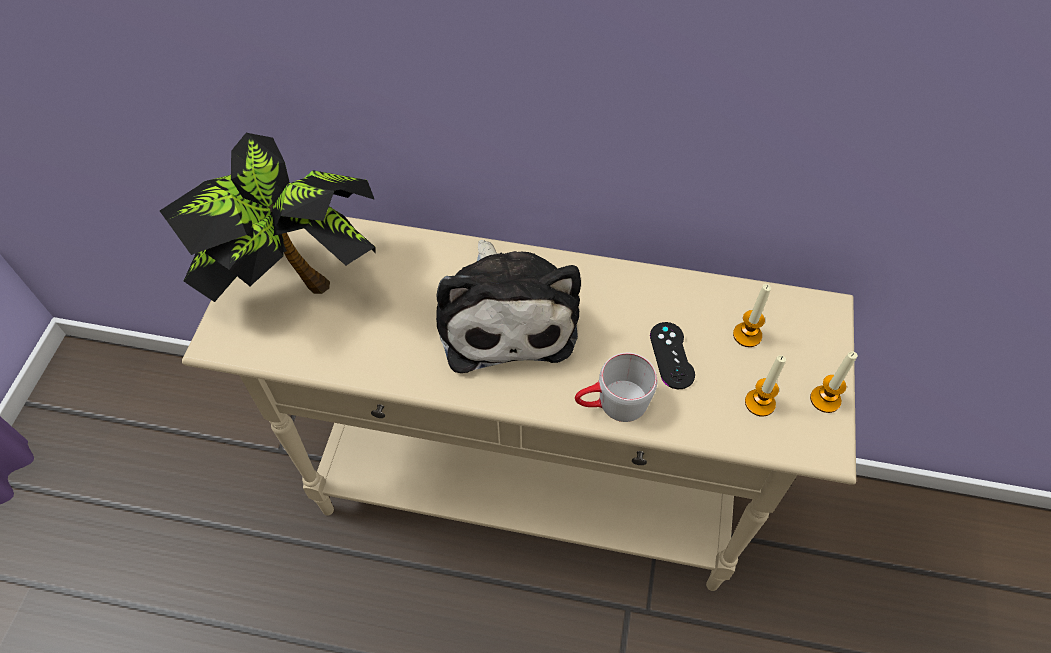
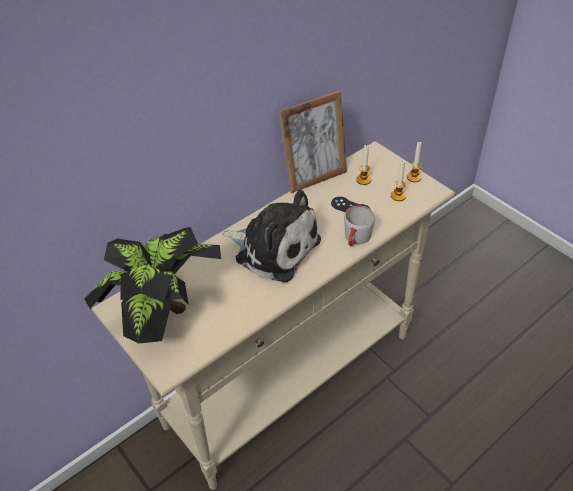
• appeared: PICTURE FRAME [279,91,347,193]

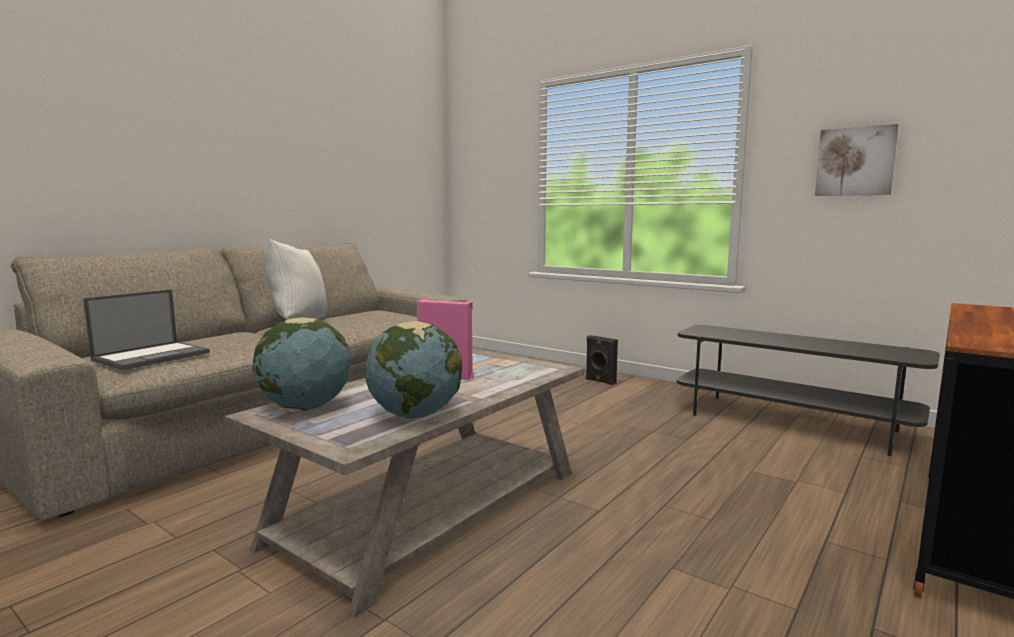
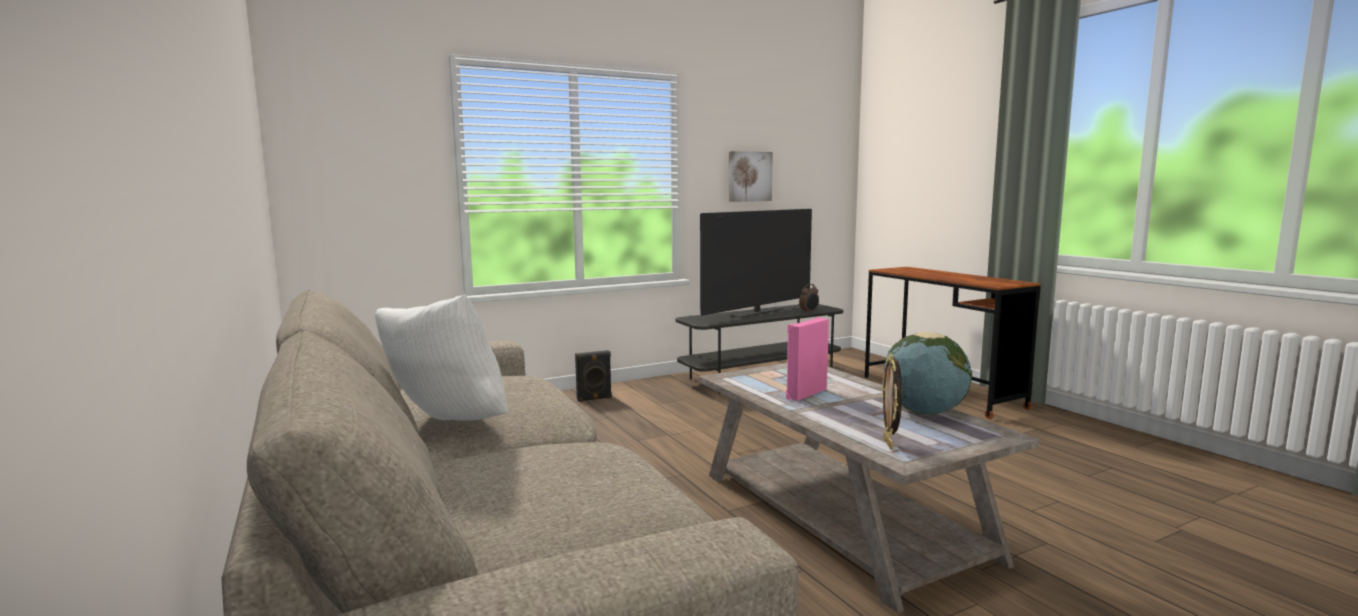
• missing: LAPTOP [83,289,210,370]
• appeared: TELEVISION [700,209,812,318]
• appeared: ALARM CLOCK [799,284,819,314]
• exchanged: GLOBE [252,317,350,411] to PICTURE FRAME [882,354,902,450]

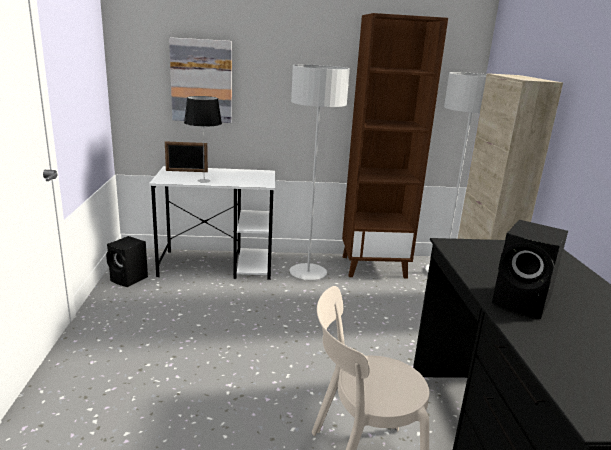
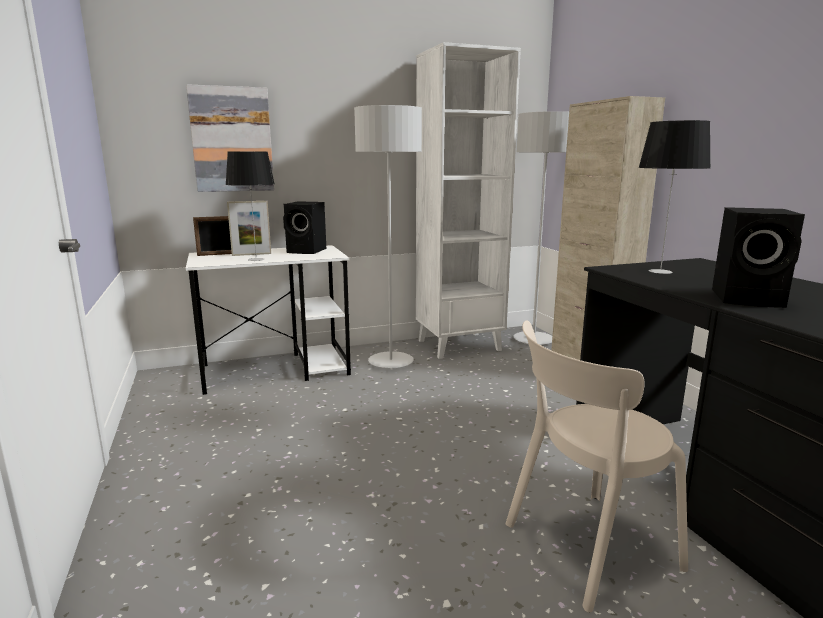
• appeared: PICTURE FRAME [227,201,271,256]
• appeared: TABLE LAMP [638,120,711,274]
• relocated: BLACK SPEAKER [106,236,148,287] to [283,201,326,254]
• colour: BROWN BOOKCASE [342,13,448,279] to WHITE BOOKCASE [416,42,521,359]

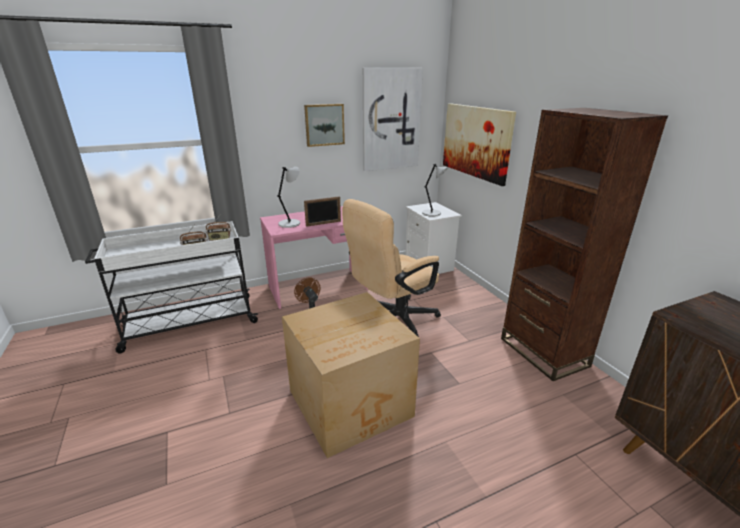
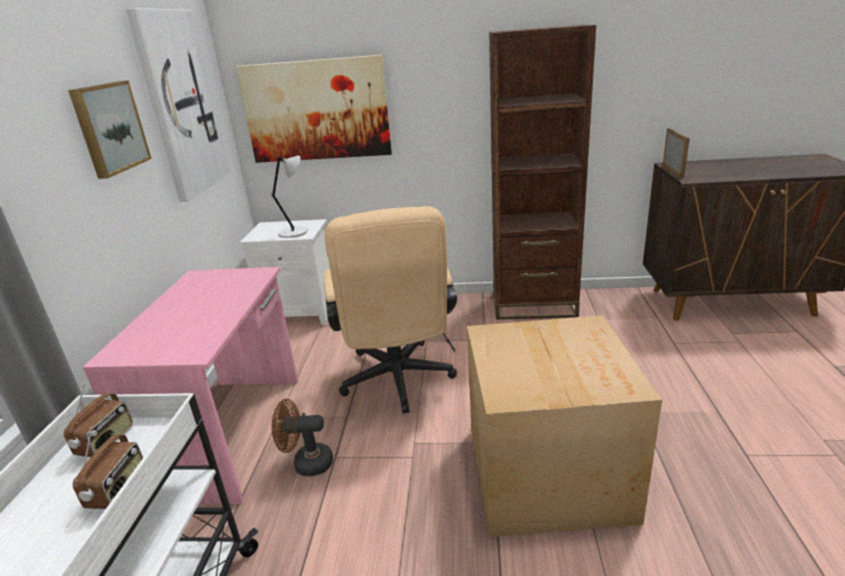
• missing: GREY TABLE LAMP [277,167,300,228]
• relocated: PICTURE FRAME [304,196,341,227] to [663,128,689,179]

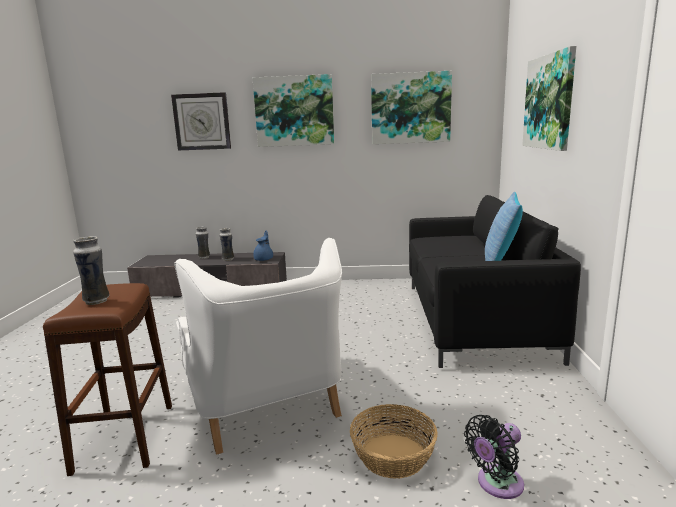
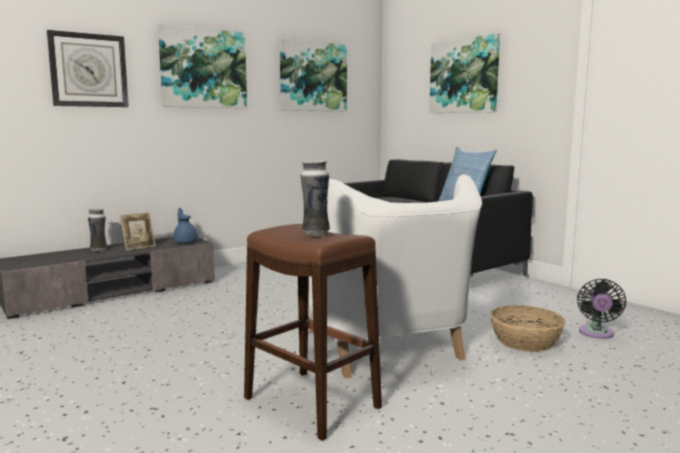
• exchanged: VASE [220,228,234,261] to PICTURE FRAME [120,212,156,251]
• spun: WHITE ARMCHAIR [174,238,342,455] = [296,174,482,378] 45 degrees clockwise

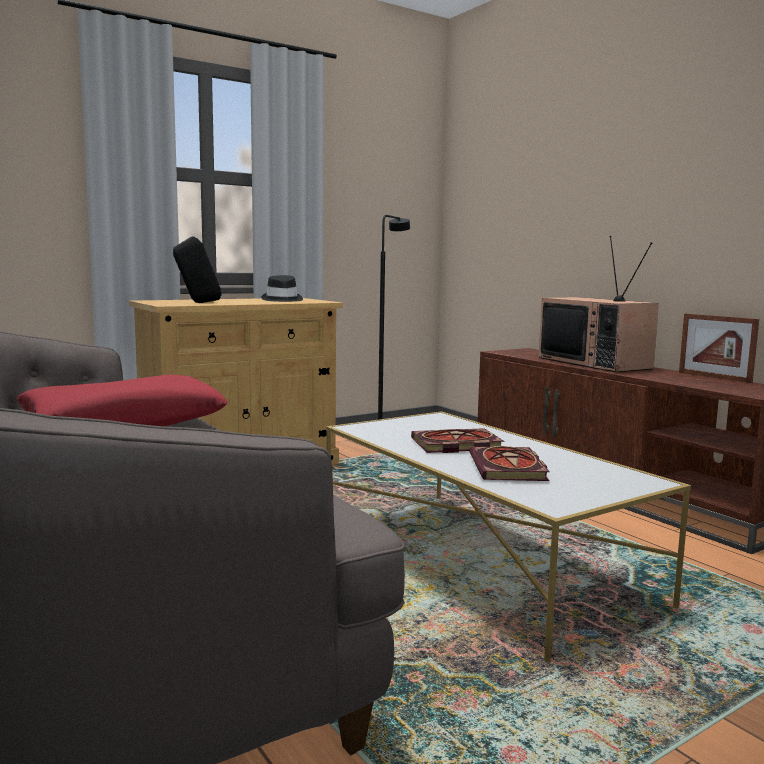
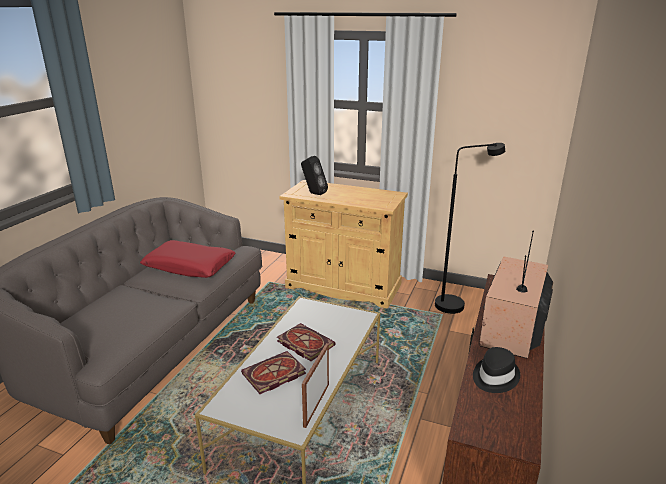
• relocated: BLACK HAT [261,275,303,302] to [473,347,520,393]
• relocated: PICTURE FRAME [679,314,759,383] to [302,343,329,428]

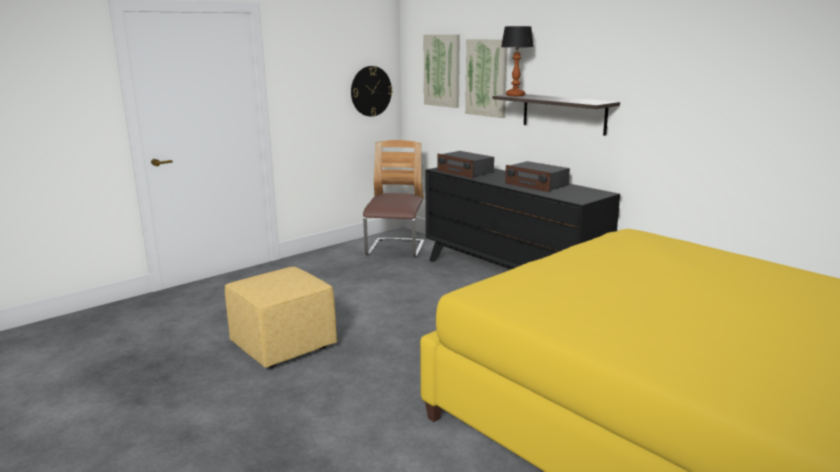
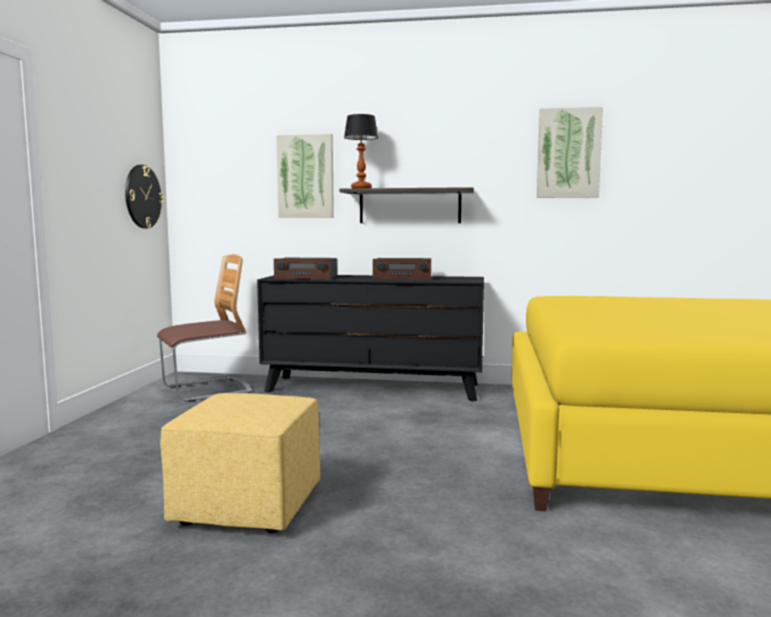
• relocated: PICTURE [424,35,460,108] to [537,107,603,198]
• spun: CHAIR [363,140,424,258] = [157,254,252,402] 90 degrees clockwise

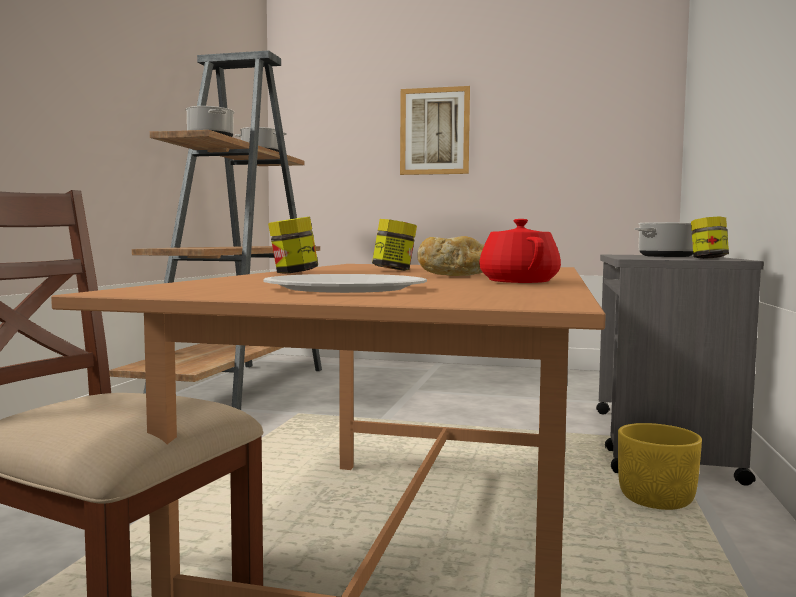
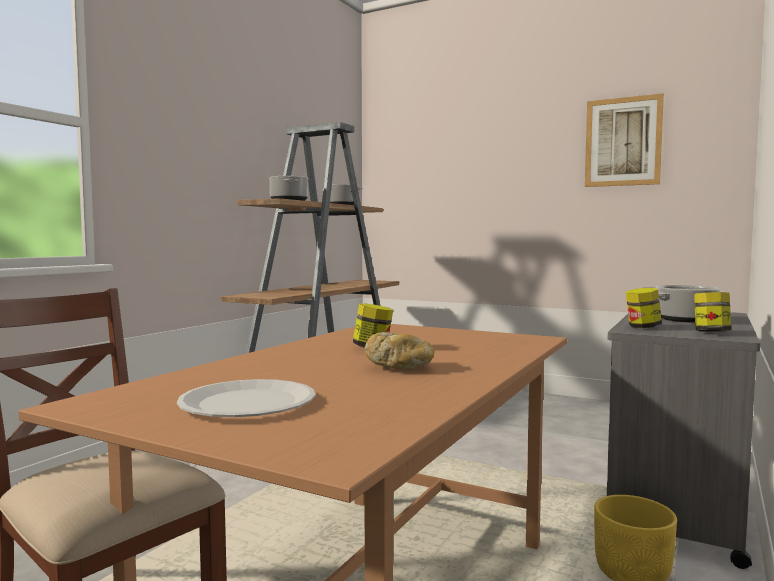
• missing: RED TEAPOT [479,219,561,283]
• relocated: JAR [268,217,318,273] to [626,288,662,328]
• relocated: PICTURE [400,86,470,175] to [585,93,664,187]

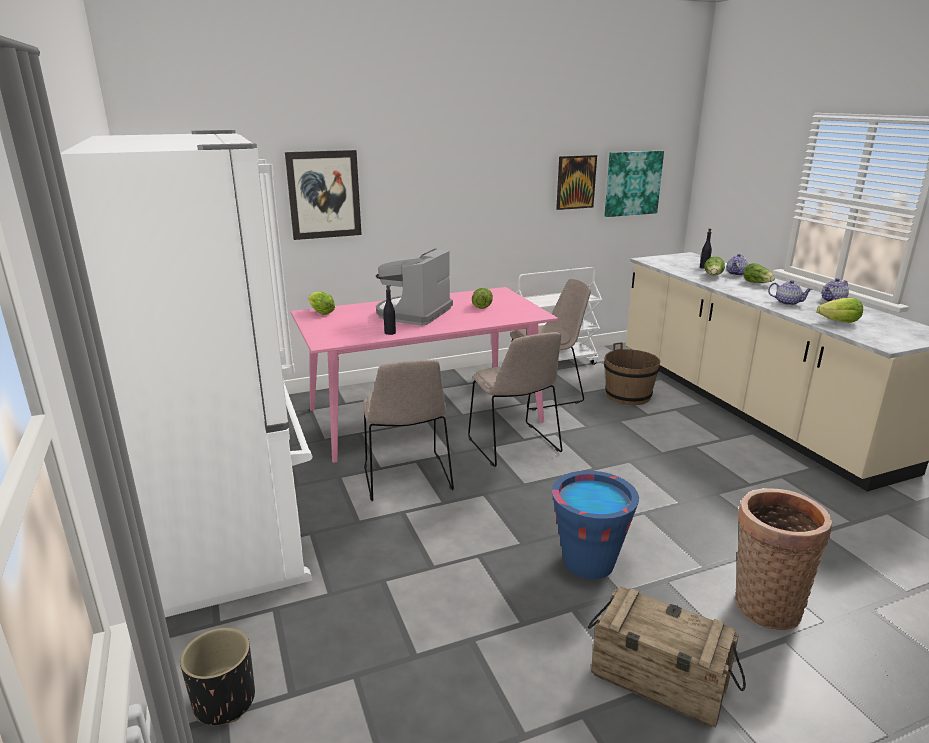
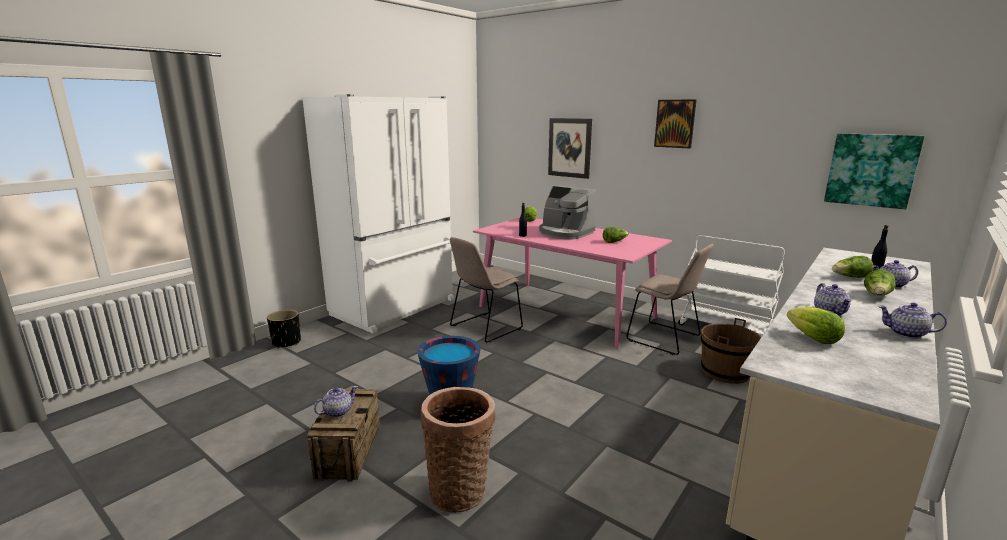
• missing: BEIGE CHAIR [468,332,562,467]
• appeared: TEAPOT [314,386,358,418]
• relocated: PICTURE [556,155,597,210] to [654,100,697,148]
• spun: COFFEE MACHINE [376,248,453,326] = [539,186,596,240] 135 degrees counterclockwise

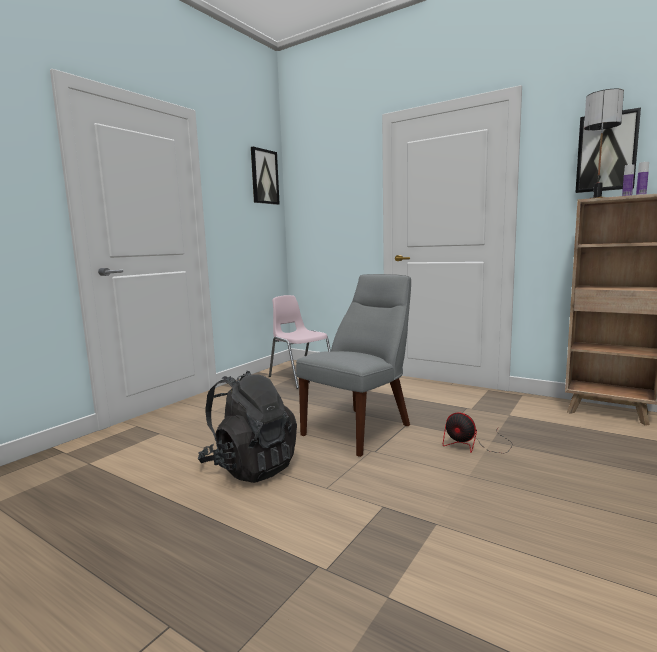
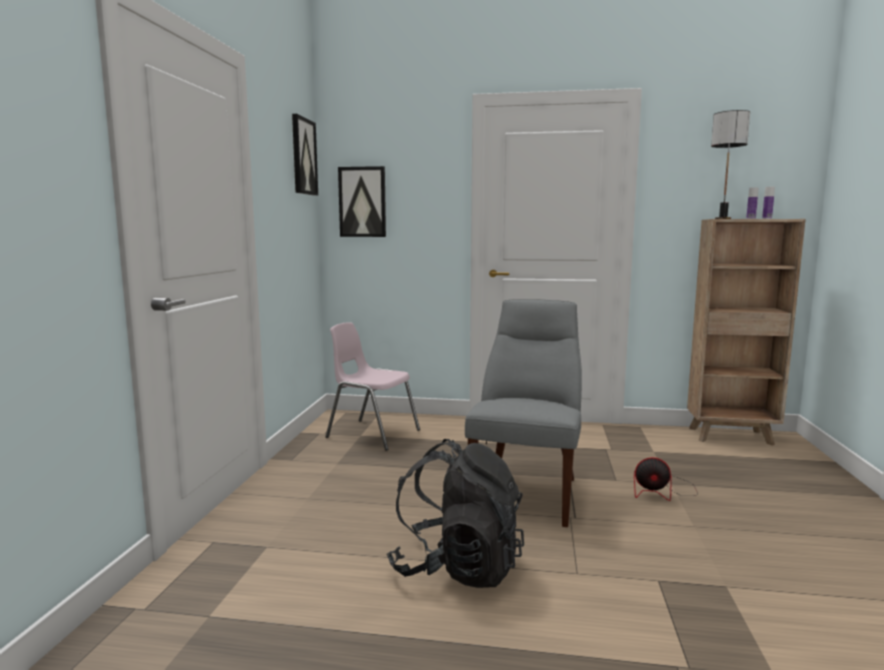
• relocated: PICTURE [575,107,641,193] to [338,166,386,237]

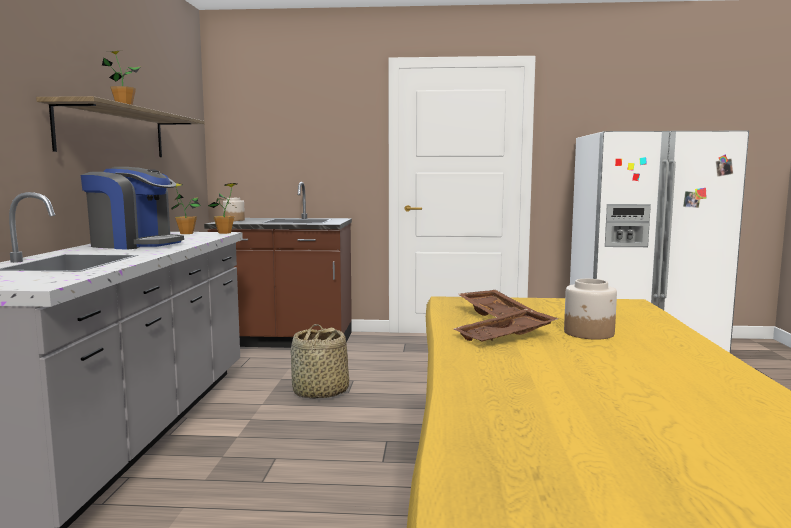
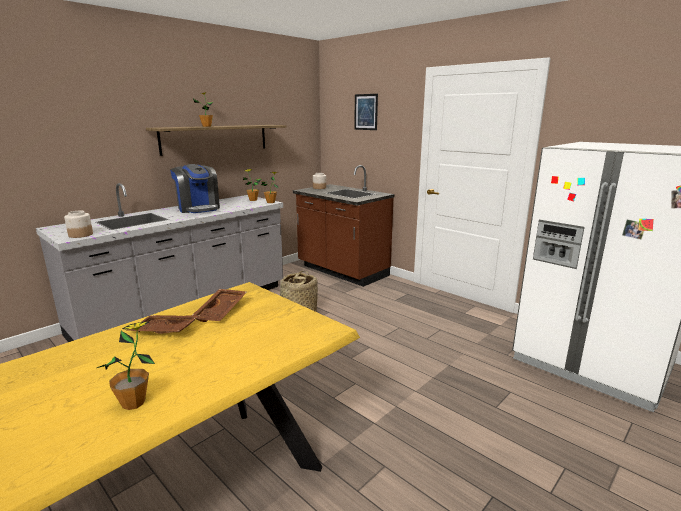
• appeared: POTTED PLANT [97,321,155,410]
• appeared: PICTURE [354,94,378,130]
• relocated: JAR [564,279,617,340] to [64,211,93,238]

